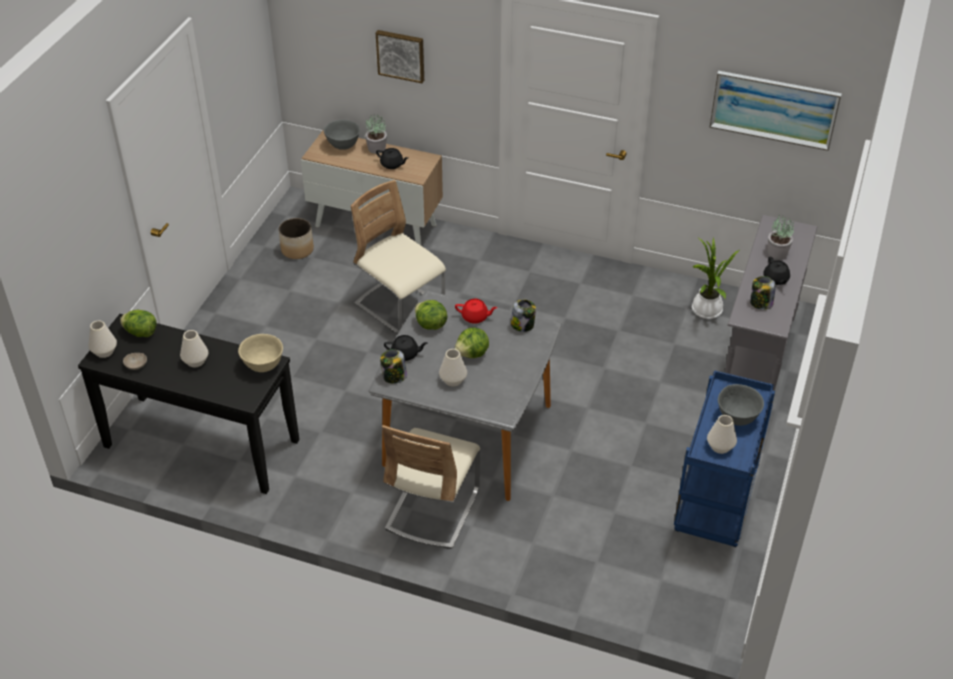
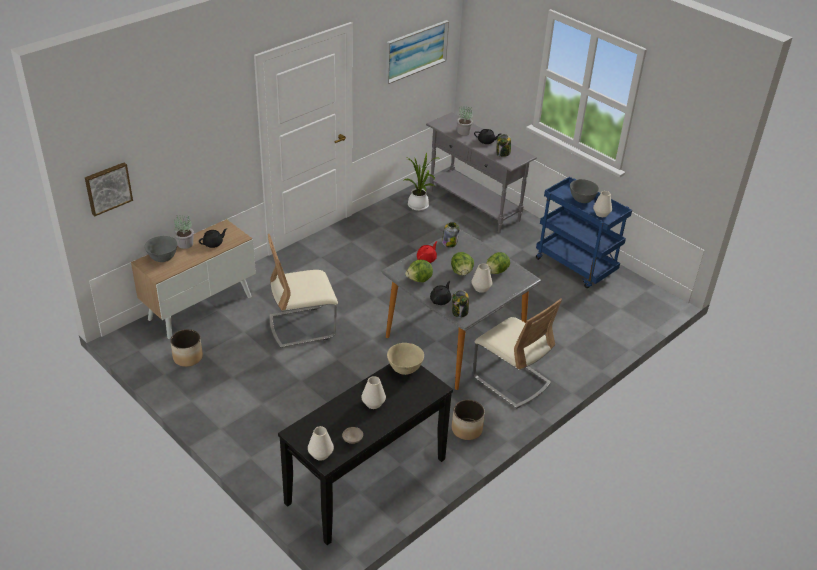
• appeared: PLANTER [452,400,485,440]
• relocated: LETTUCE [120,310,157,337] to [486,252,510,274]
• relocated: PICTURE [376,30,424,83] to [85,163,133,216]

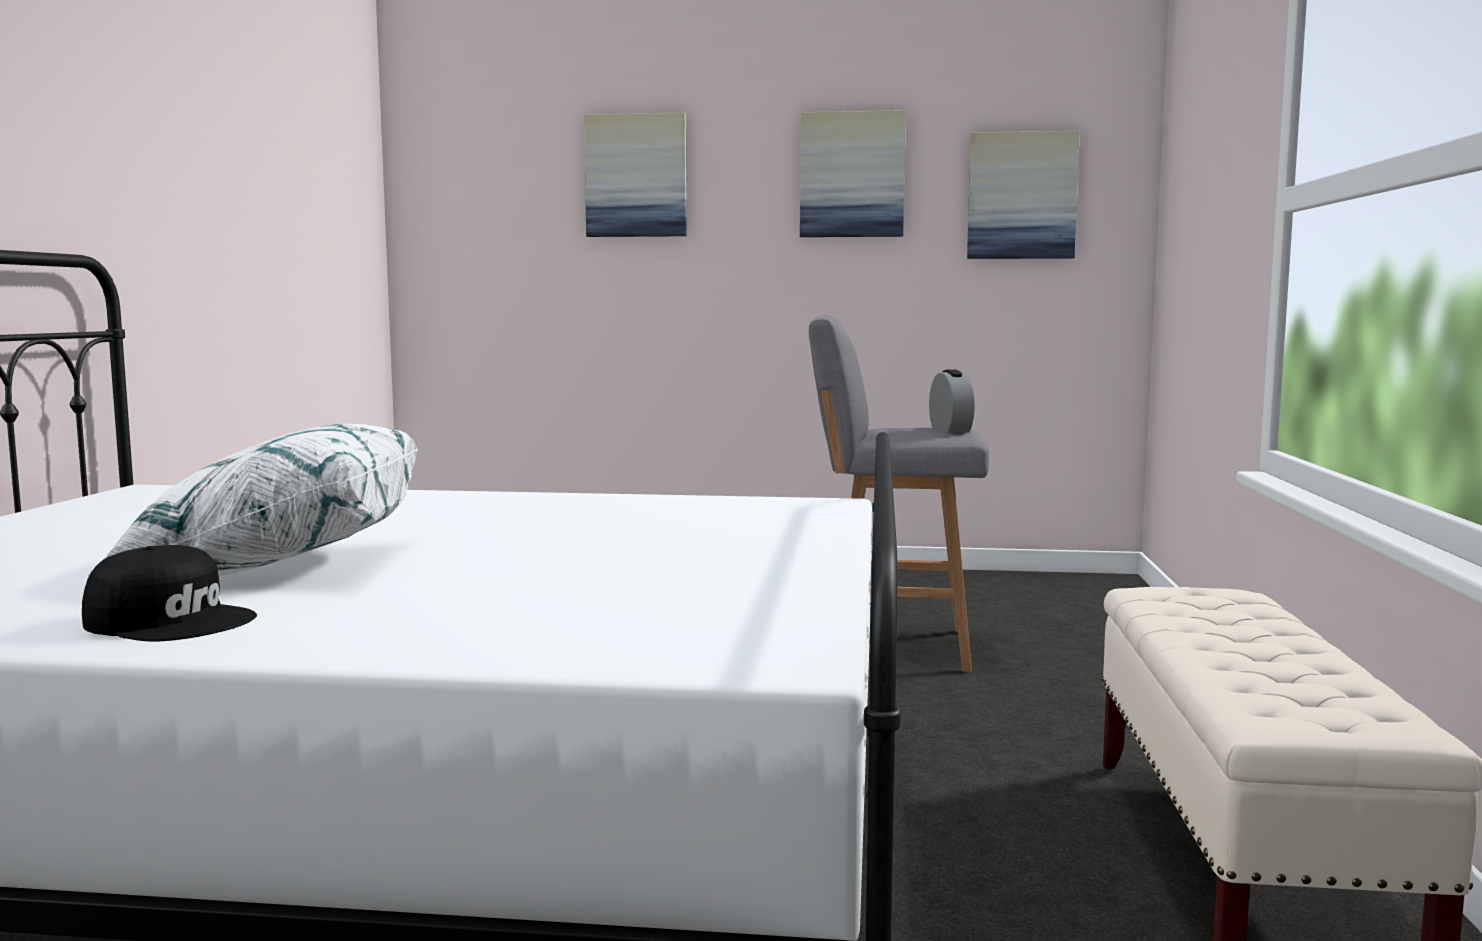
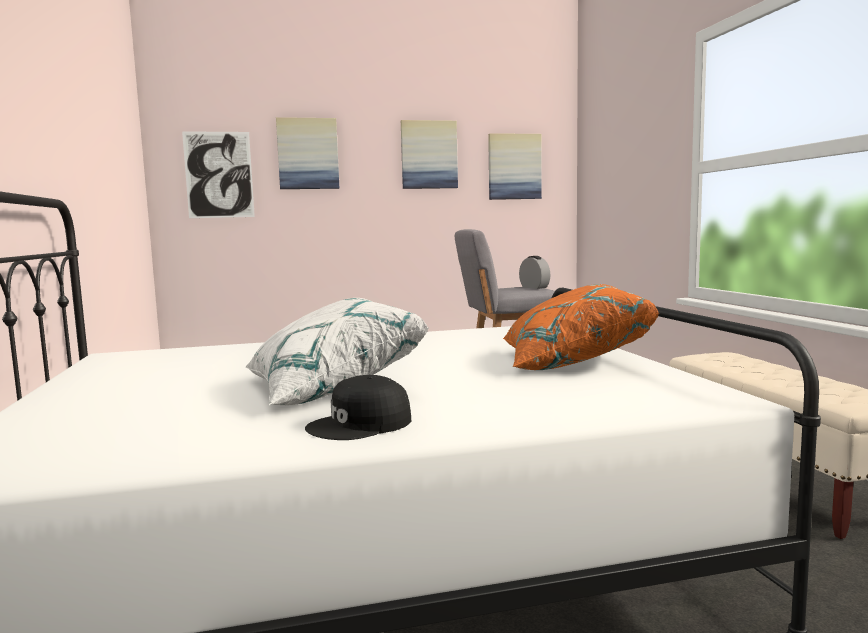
• appeared: PICTURE [182,131,255,218]
• appeared: ORANGE PILLOW [503,284,659,370]
• spun: BLACK CAP [82,545,257,642] = [305,375,411,440] 150 degrees clockwise

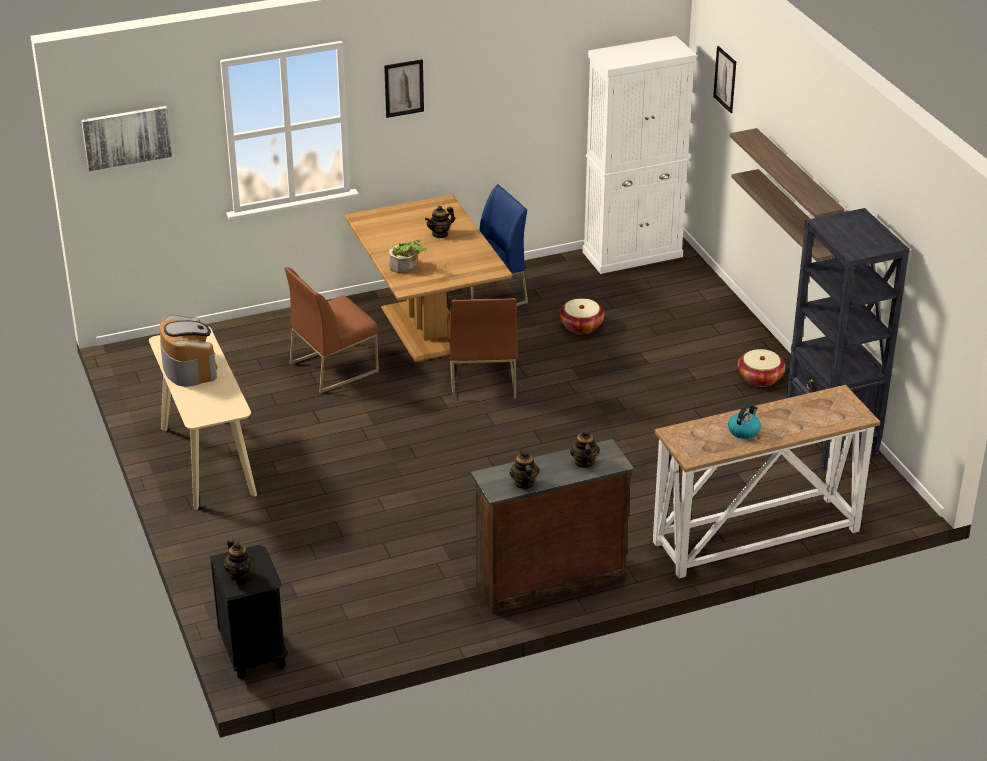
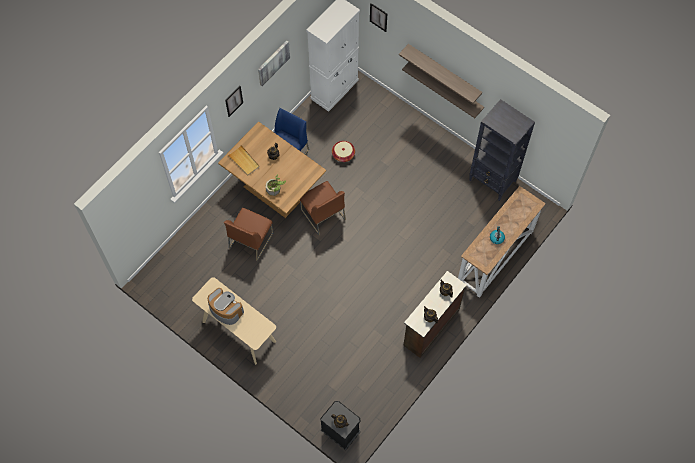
• missing: BASKET [737,349,785,387]
• appeared: BEIGE TRAY [228,145,260,175]
• relocated: PICTURE [81,106,172,171] to [258,41,290,86]

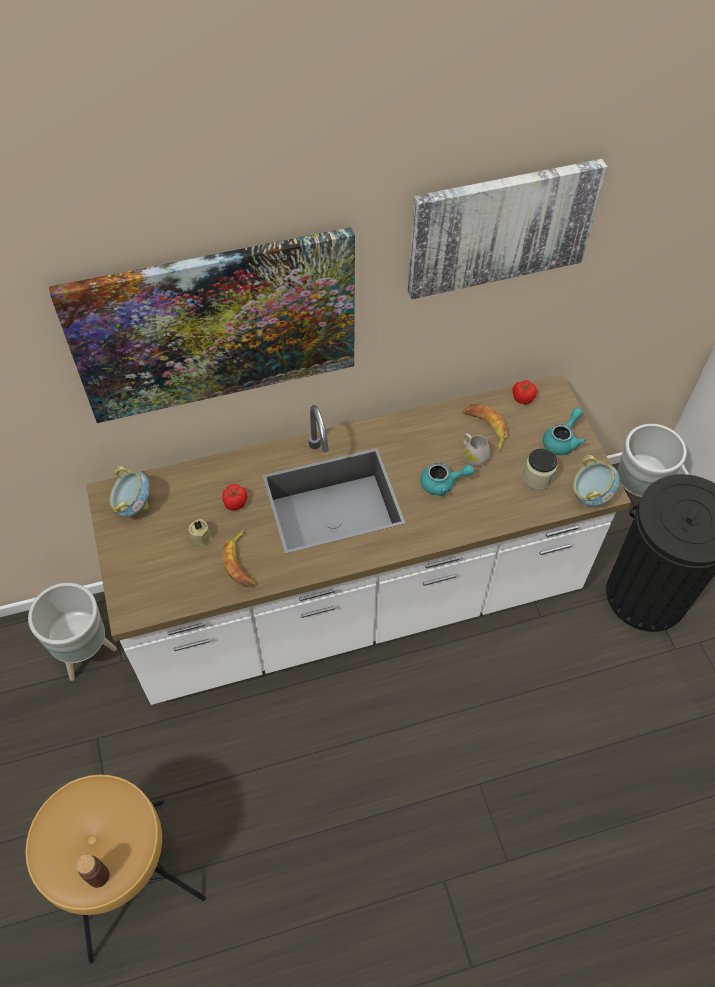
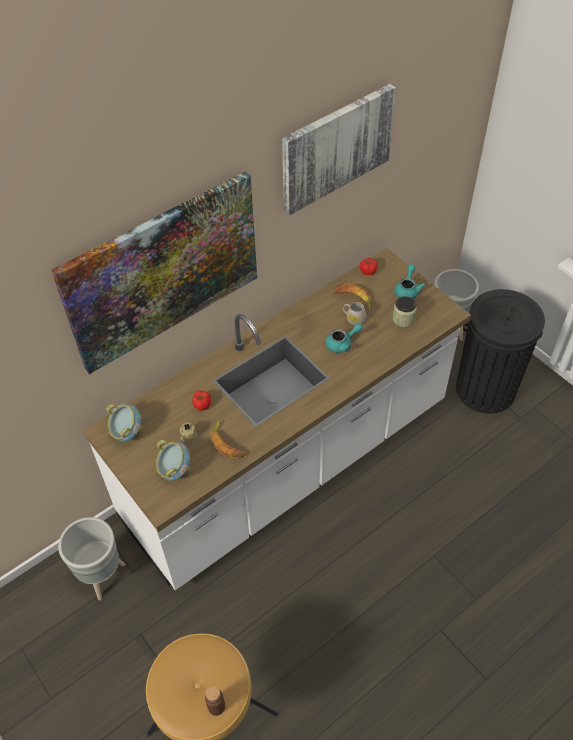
• relocated: BOWL [573,455,620,506] to [156,440,190,481]

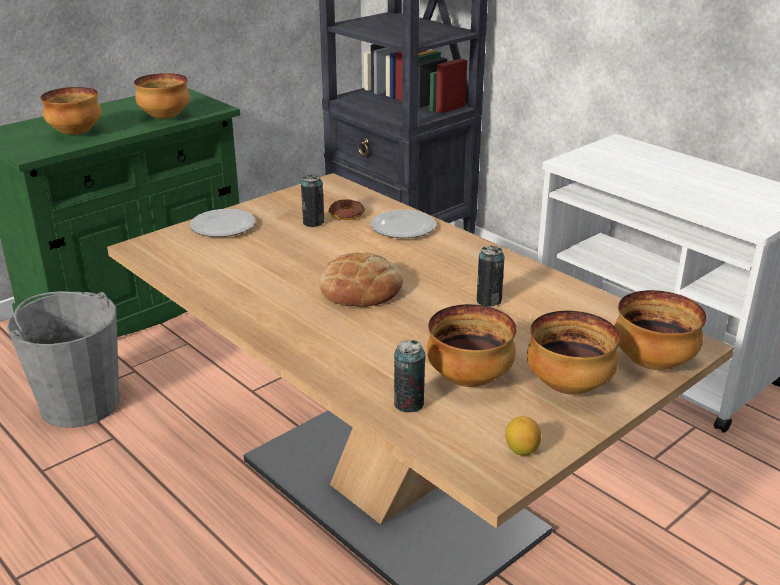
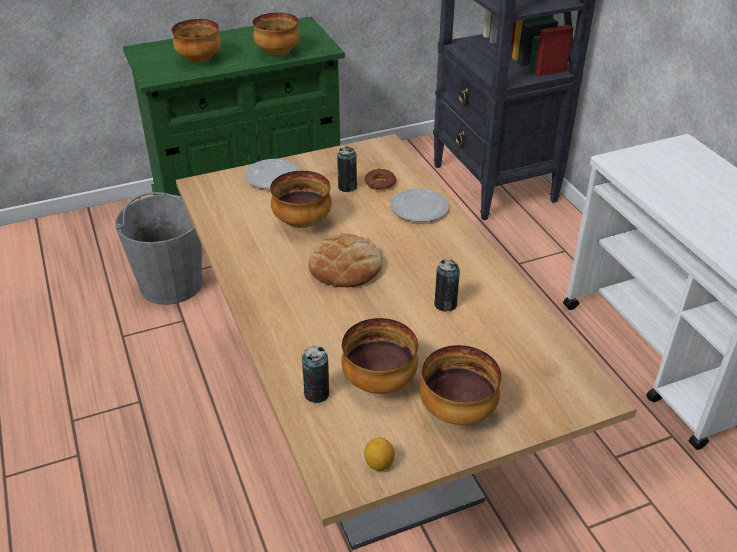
• relocated: BOWL [615,290,706,370] to [270,171,332,228]

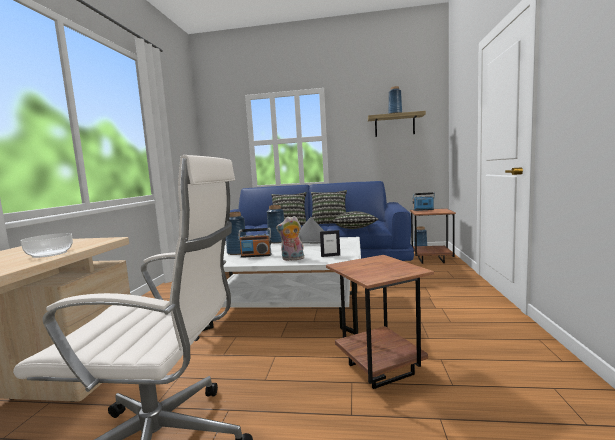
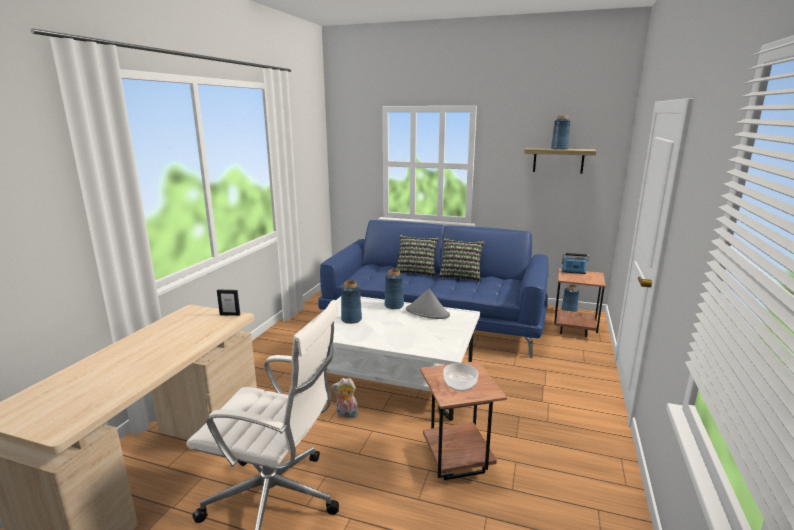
• missing: RADIO [238,228,271,258]
• missing: PILLOW [333,211,378,229]
• relocated: BOWL [21,233,73,258] to [443,363,478,391]
• relocated: PLUSH TOY [276,216,304,261] to [332,378,358,418]
• relocated: PICTURE FRAME [320,230,340,257] to [217,290,240,316]

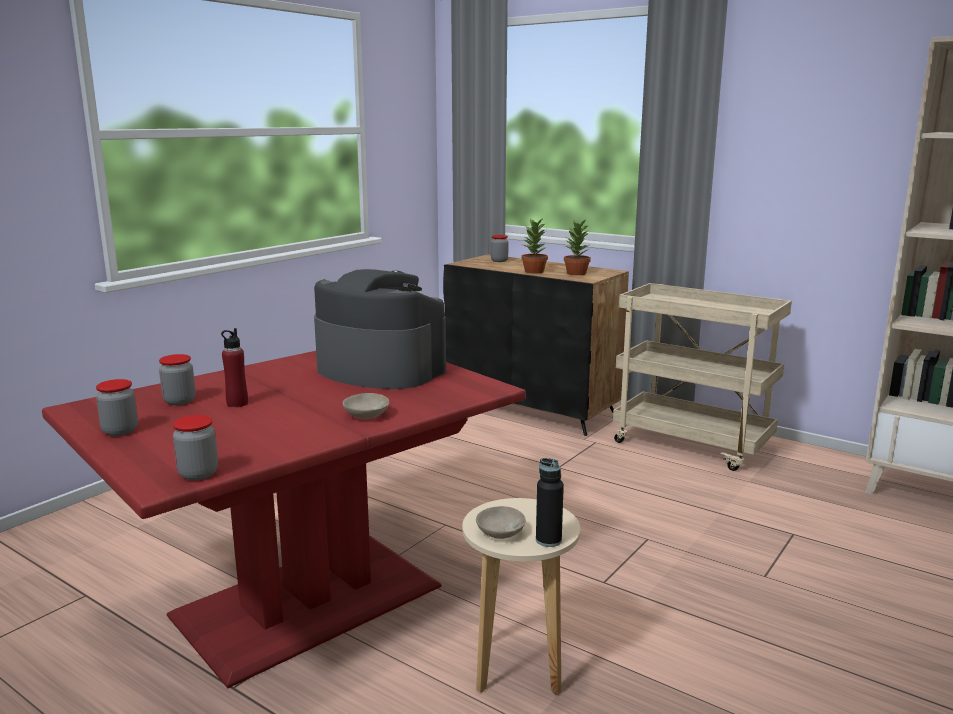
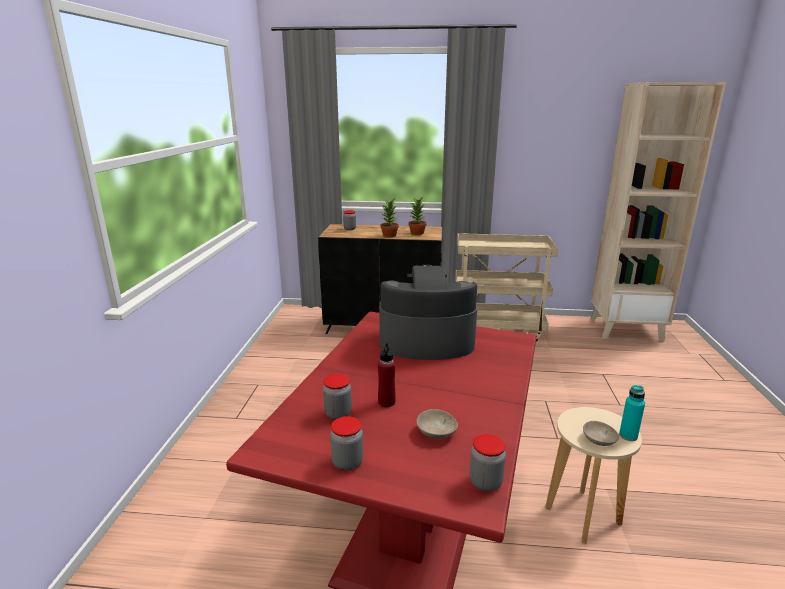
• relocated: BEIGE BOWL [343,393,389,419] to [417,409,458,439]
• colour: BLACK BOTTLE [536,458,564,547] to TURQUOISE BOTTLE [619,385,645,441]

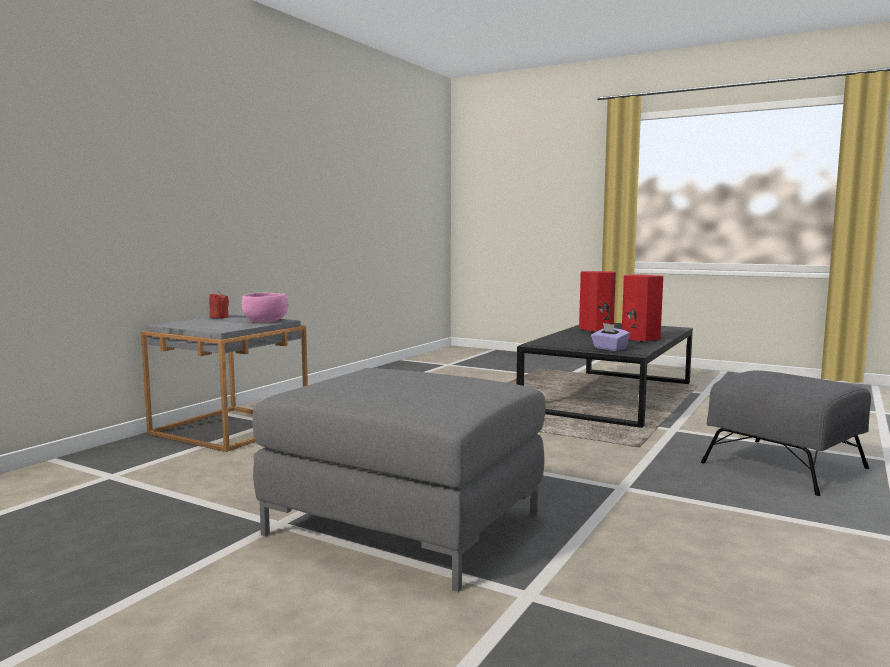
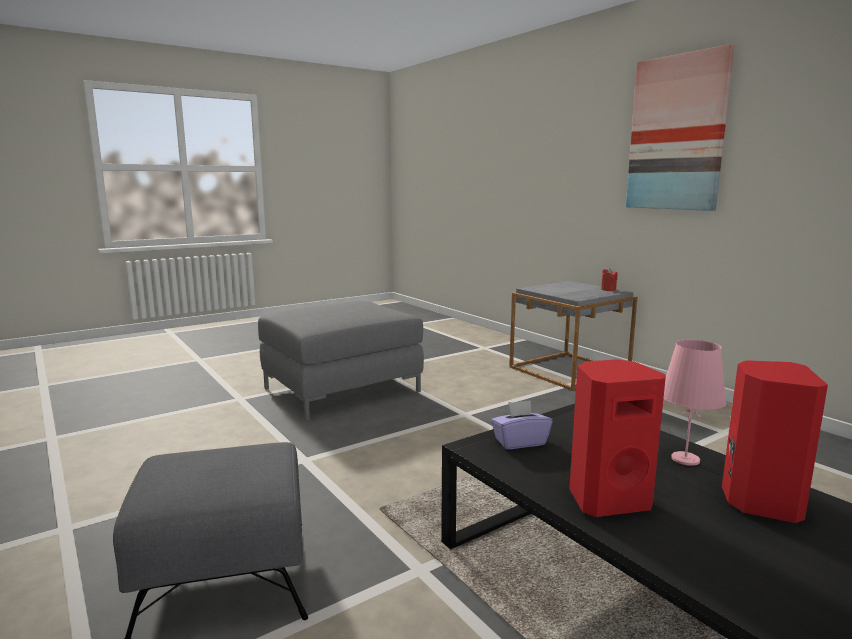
• missing: PINK BOWL [242,293,288,323]
• appeared: PICTURE [626,44,735,211]
• appeared: PINK TABLE LAMP [663,339,727,466]

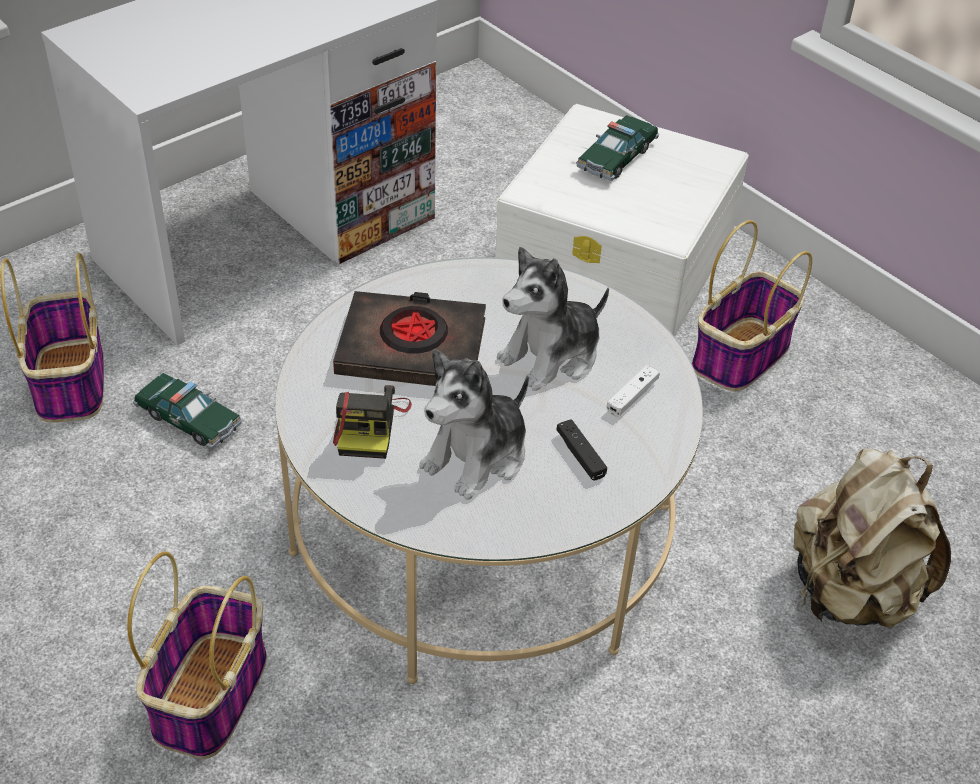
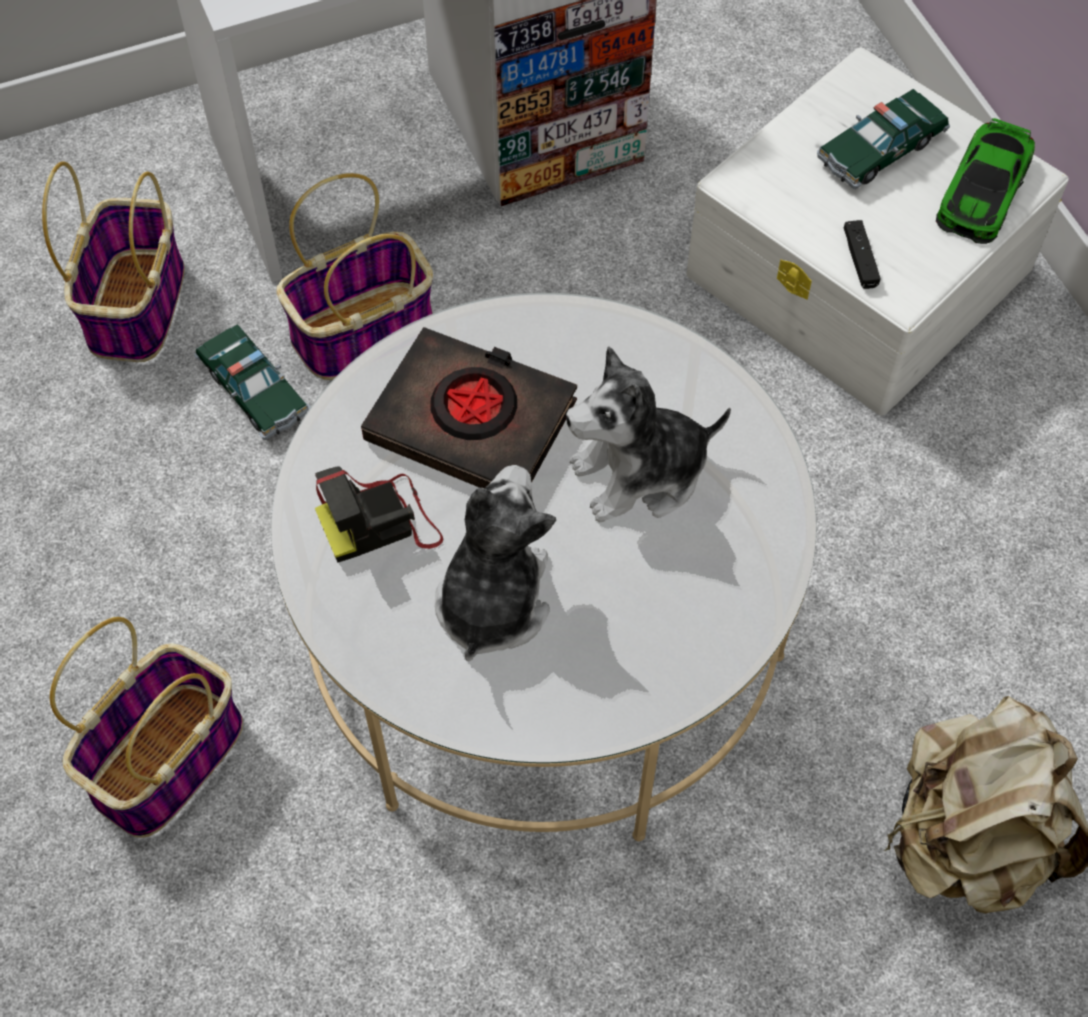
• missing: WHITE GAME CONTROLLER [607,365,660,417]
• appeared: TOY CAR [936,117,1035,244]
• relocated: BLACK GAME CONTROLLER [556,419,607,481] to [844,220,881,289]
• relocated: BASKET [692,220,812,392] to [276,173,433,380]
• spun: PHOTO CAMERA [333,385,412,459] = [315,466,443,563] 45 degrees clockwise
• spun: PLUSH TOY [419,349,529,500] = [435,465,556,661] 135 degrees clockwise

